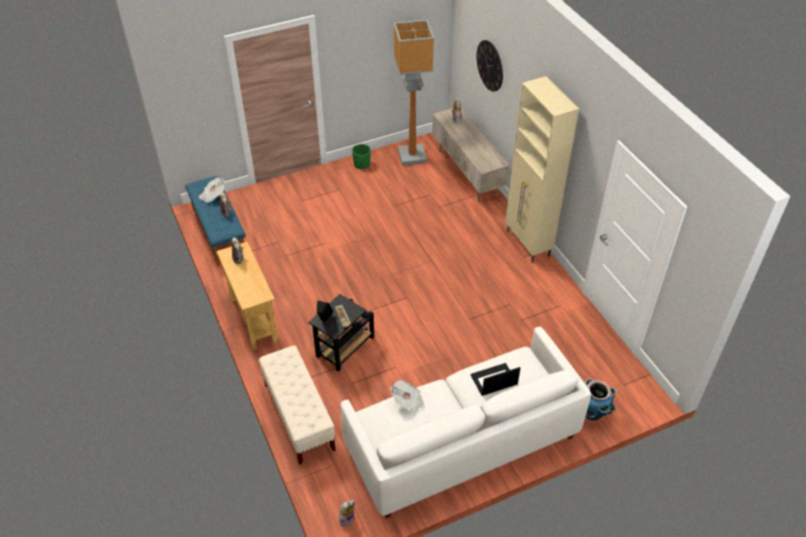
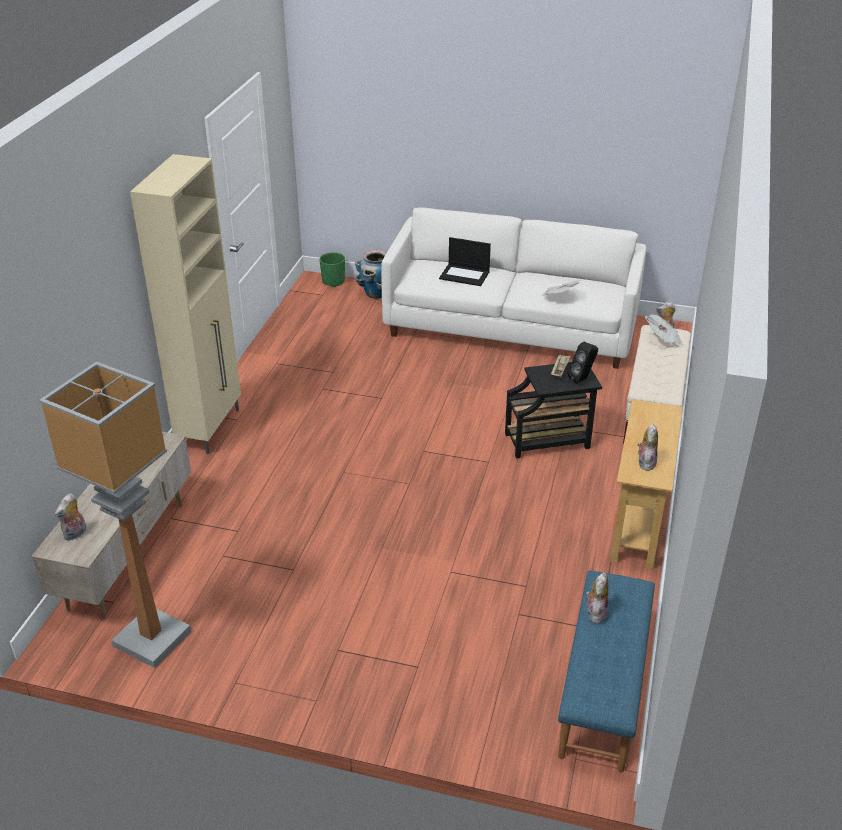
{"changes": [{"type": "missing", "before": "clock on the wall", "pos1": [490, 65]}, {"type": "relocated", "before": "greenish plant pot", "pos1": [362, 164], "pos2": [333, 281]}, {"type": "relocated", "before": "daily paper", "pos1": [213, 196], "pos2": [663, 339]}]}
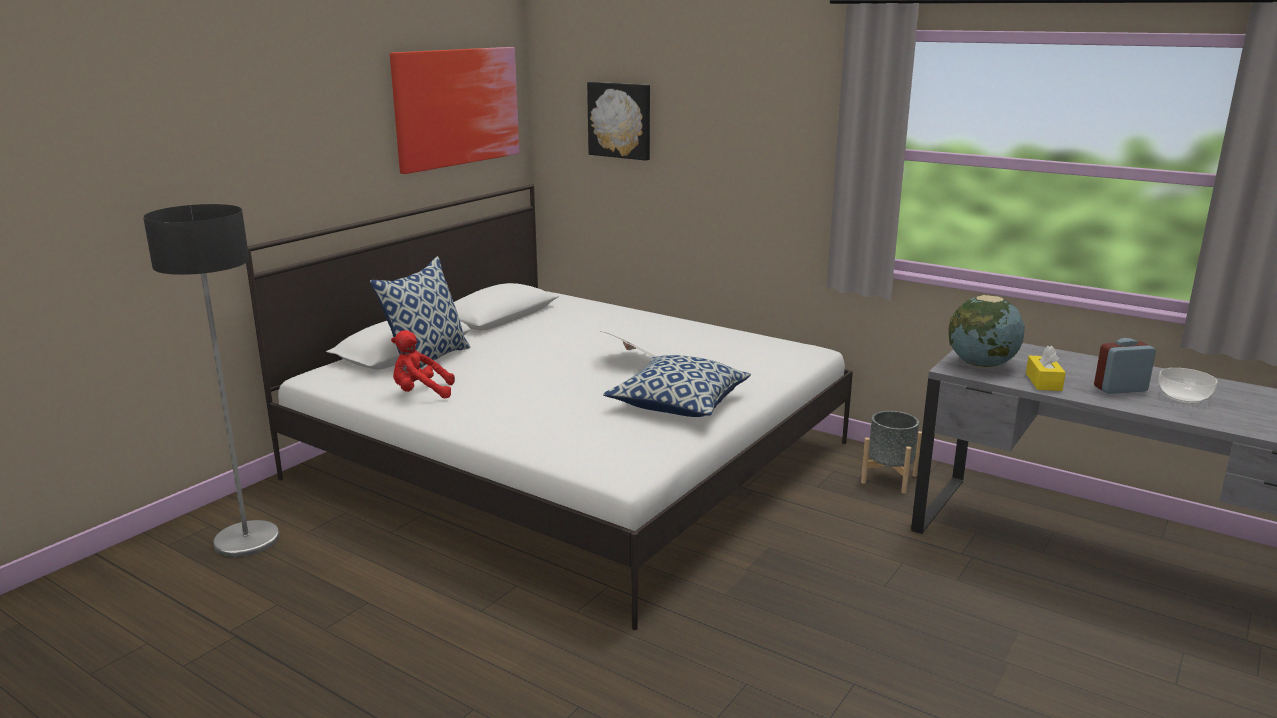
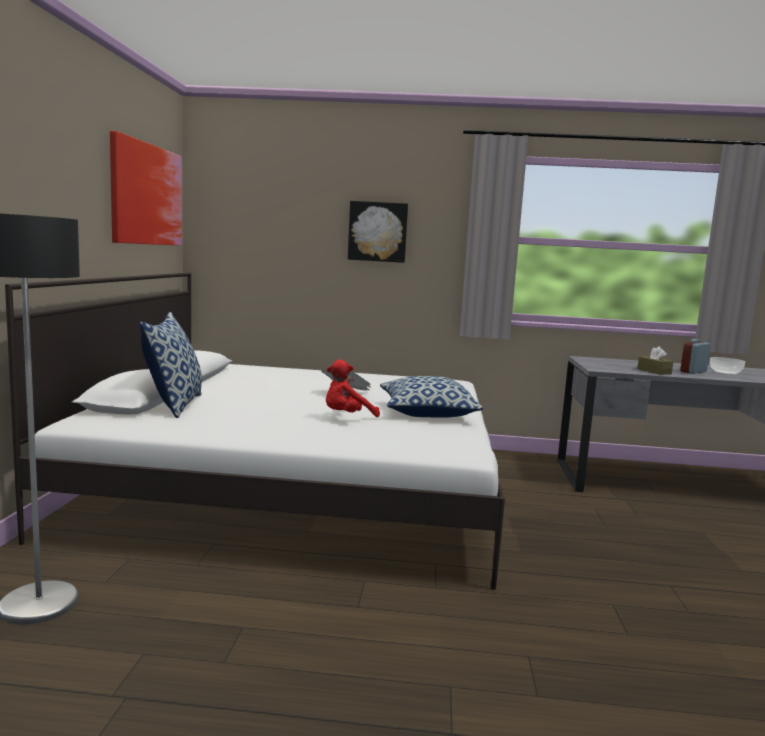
{"changes": [{"type": "relocated", "before": "picture", "pos1": [620, 120], "pos2": [378, 232]}, {"type": "missing", "before": "desk globe", "pos1": [981, 365]}, {"type": "relocated", "before": "red plush toy", "pos1": [421, 393], "pos2": [347, 417]}, {"type": "colour", "before": "yellow box of tissues", "after": "brownish box of tissues", "pos1": [1043, 382], "pos2": [654, 371]}, {"type": "missing", "before": "grey plant pot", "pos1": [889, 479]}]}
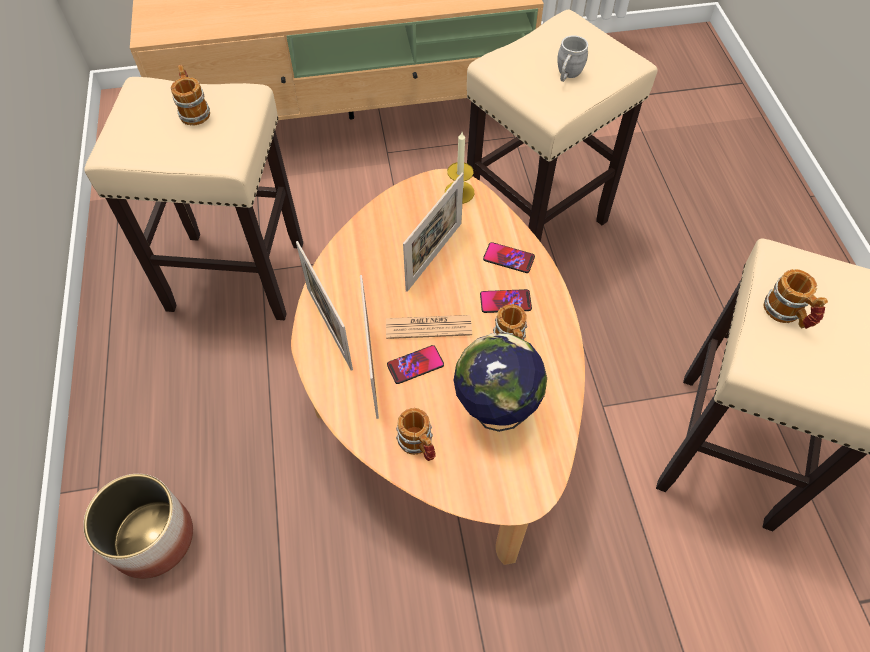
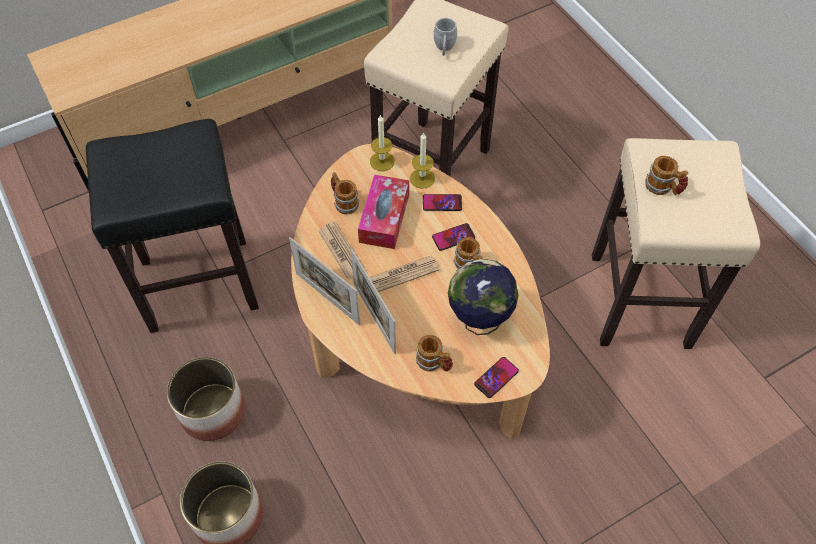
{"changes": [{"type": "relocated", "before": "mug", "pos1": [194, 111], "pos2": [344, 202]}, {"type": "colour", "before": "beige-coloured stool", "after": "black-coloured stool", "pos1": [238, 275], "pos2": [201, 283]}, {"type": "exchanged", "before": "picture frame", "after": "box of tissues", "pos1": [434, 256], "pos2": [384, 218]}, {"type": "relocated", "before": "phone", "pos1": [415, 365], "pos2": [496, 377]}, {"type": "appeared", "after": "candle", "pos2": [422, 178]}, {"type": "appeared", "after": "daily paper", "pos2": [341, 251]}, {"type": "appeared", "after": "plant pot", "pos2": [212, 412]}]}
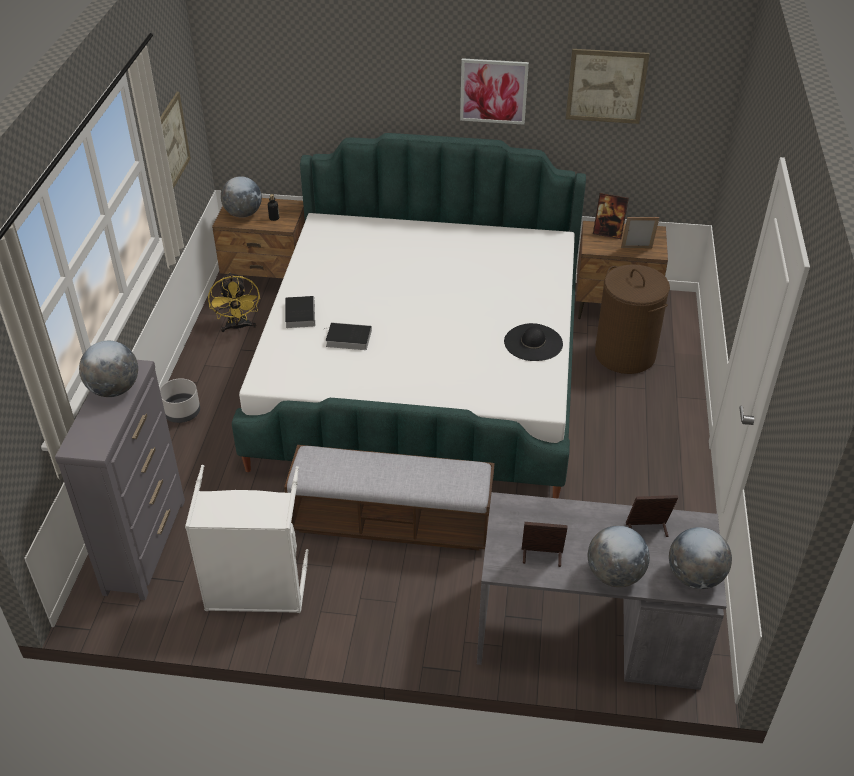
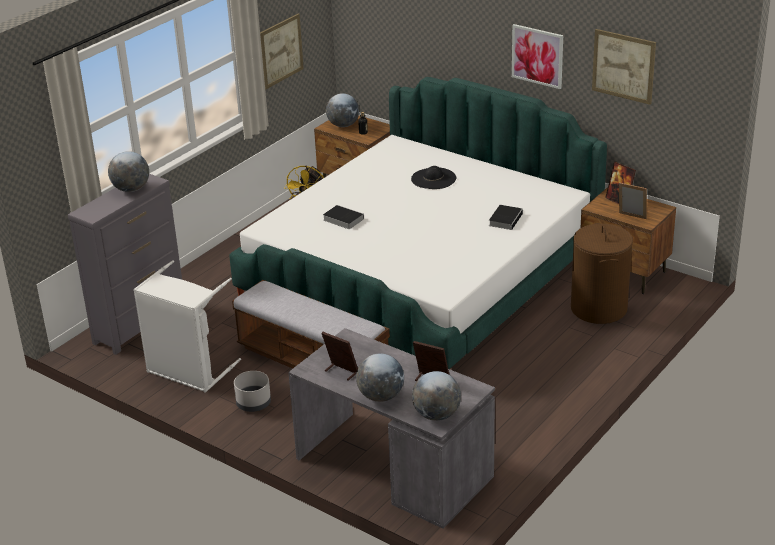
{"changes": [{"type": "relocated", "before": "book", "pos1": [300, 313], "pos2": [505, 219]}, {"type": "relocated", "before": "black-coloured hat", "pos1": [533, 342], "pos2": [433, 178]}, {"type": "relocated", "before": "grey plant pot", "pos1": [182, 412], "pos2": [253, 403]}]}
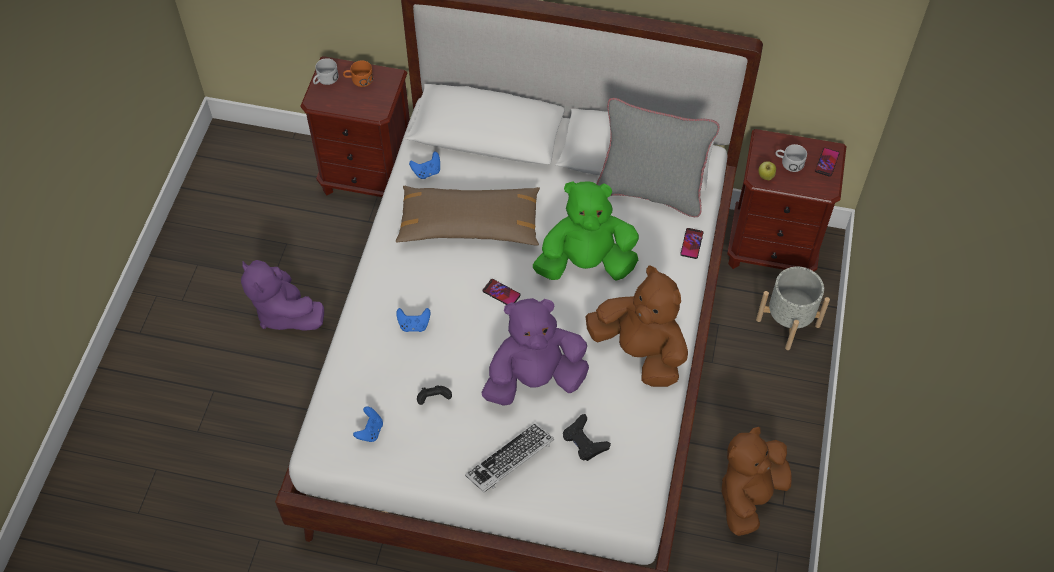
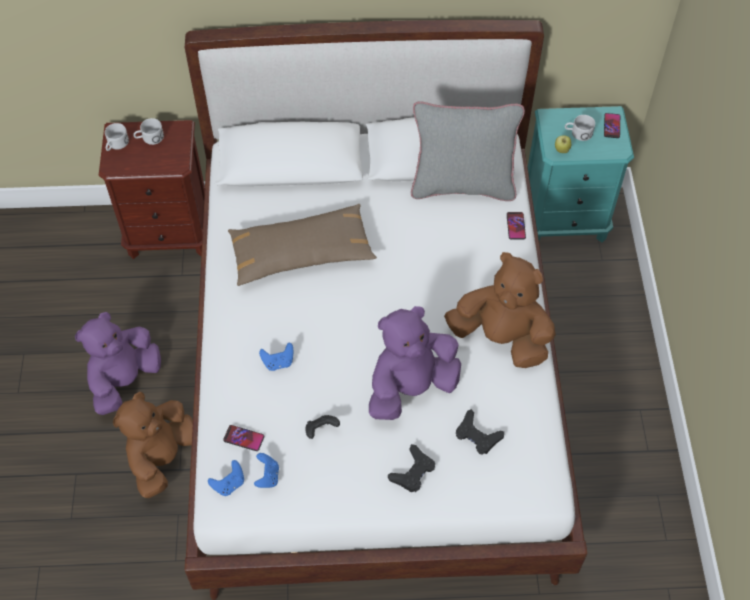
{"changes": [{"type": "colour", "before": "orange-coloured mug", "after": "whitish mug", "pos1": [358, 80], "pos2": [149, 138]}, {"type": "colour", "before": "brownish night table", "after": "turquoise night table", "pos1": [772, 250], "pos2": [564, 220]}, {"type": "relocated", "before": "blue-coloured game controller", "pos1": [427, 172], "pos2": [229, 484]}, {"type": "missing", "before": "greenish plush toy", "pos1": [586, 263]}, {"type": "spun", "before": "purplish plush toy", "pos1": [284, 312], "pos2": [124, 380], "turn": 90}, {"type": "missing", "before": "grey plant pot", "pos1": [787, 322]}, {"type": "relocated", "before": "phone", "pos1": [501, 293], "pos2": [244, 438]}, {"type": "exchanged", "before": "PC keyboard", "after": "black-coloured game controller", "pos1": [510, 460], "pos2": [413, 472]}, {"type": "relocated", "before": "brownish plush toy", "pos1": [749, 495], "pos2": [162, 457]}]}
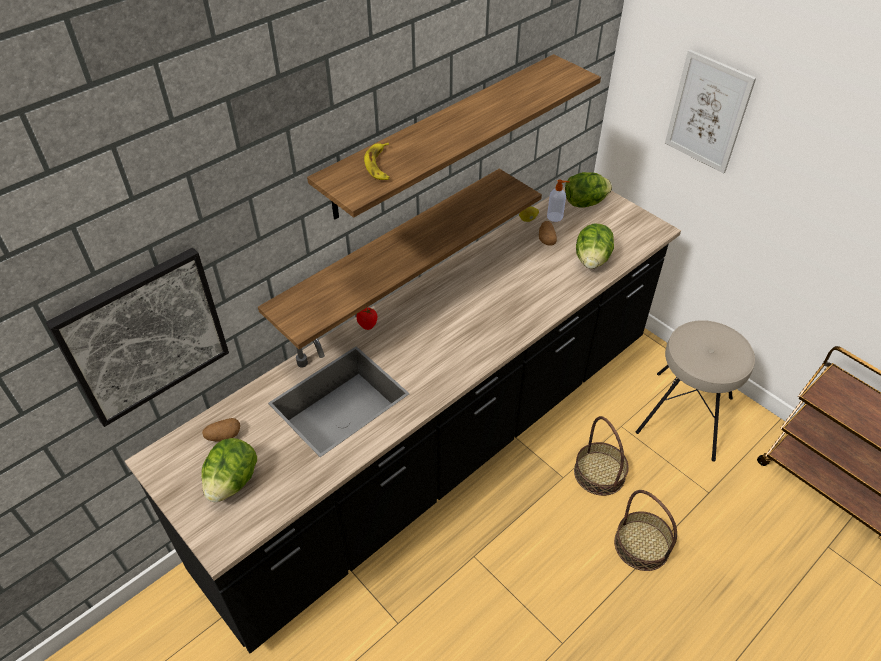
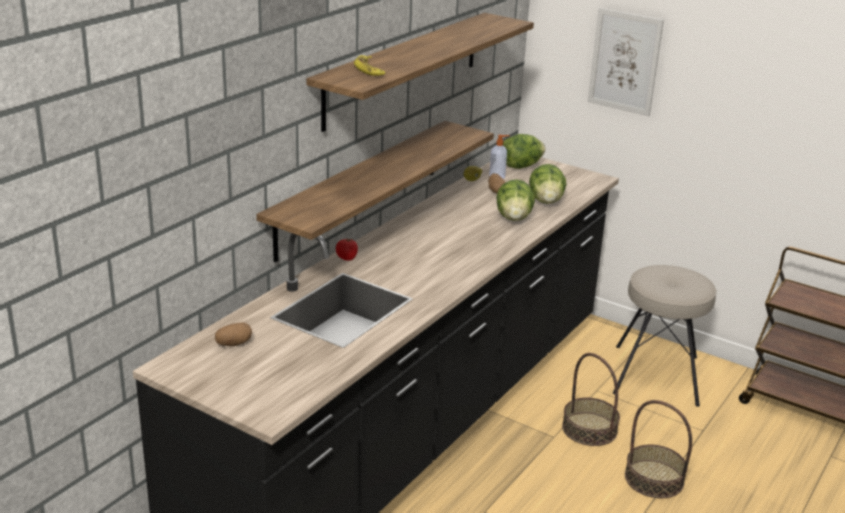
{"changes": [{"type": "missing", "before": "picture", "pos1": [144, 336]}, {"type": "relocated", "before": "lettuce head", "pos1": [232, 481], "pos2": [514, 218]}]}
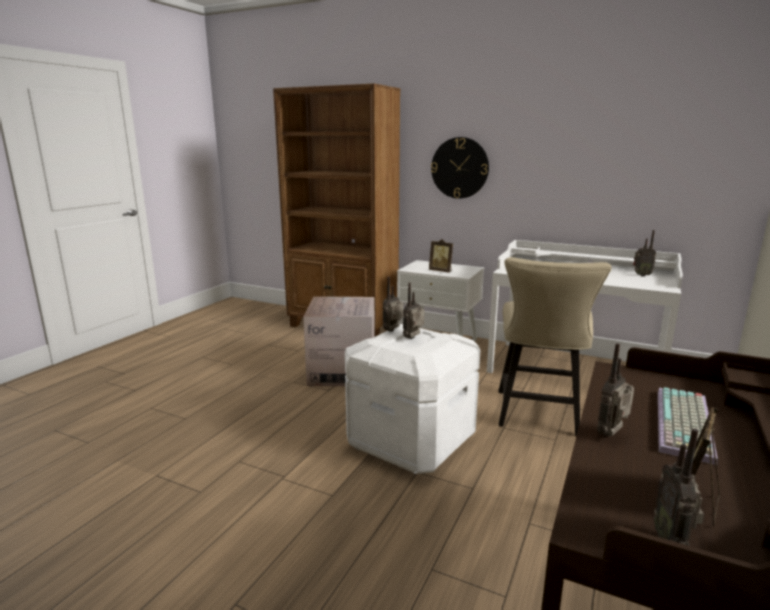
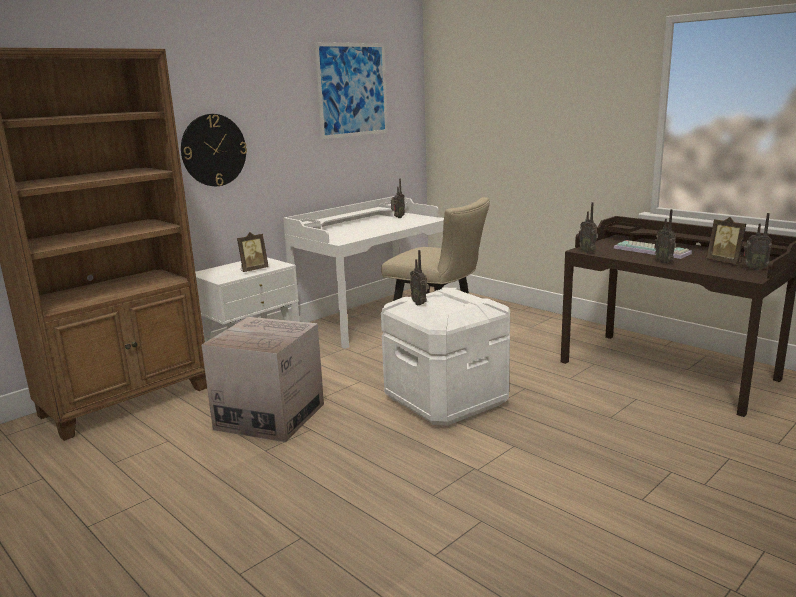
{"changes": [{"type": "relocated", "before": "radio receiver", "pos1": [414, 338], "pos2": [588, 251]}, {"type": "appeared", "after": "picture", "pos2": [352, 90]}]}
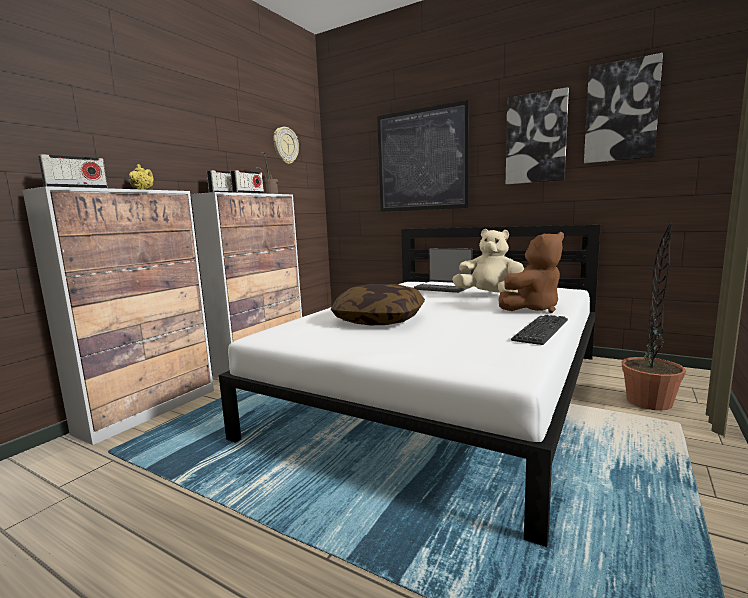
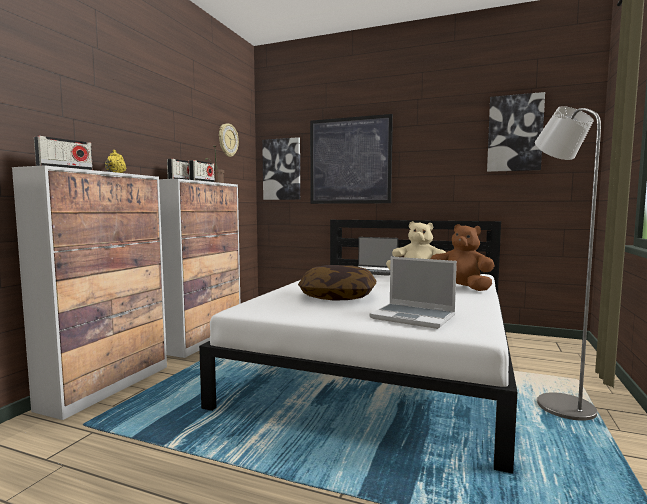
{"changes": [{"type": "relocated", "before": "picture", "pos1": [536, 138], "pos2": [282, 169]}, {"type": "missing", "before": "houseplant", "pos1": [649, 402]}, {"type": "spun", "before": "brownish plush toy", "pos1": [532, 309], "pos2": [460, 288], "turn": -105}, {"type": "missing", "before": "PC keyboard", "pos1": [541, 330]}, {"type": "appeared", "after": "grey standing lamp", "pos2": [557, 403]}, {"type": "appeared", "after": "portable computer", "pos2": [414, 317]}]}
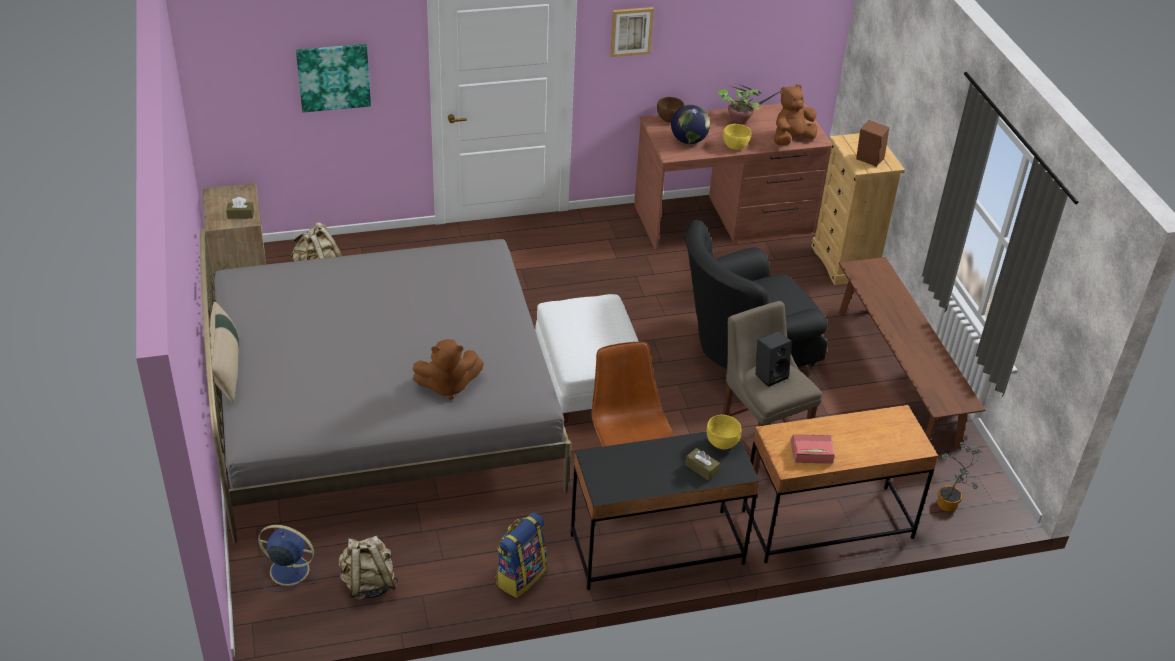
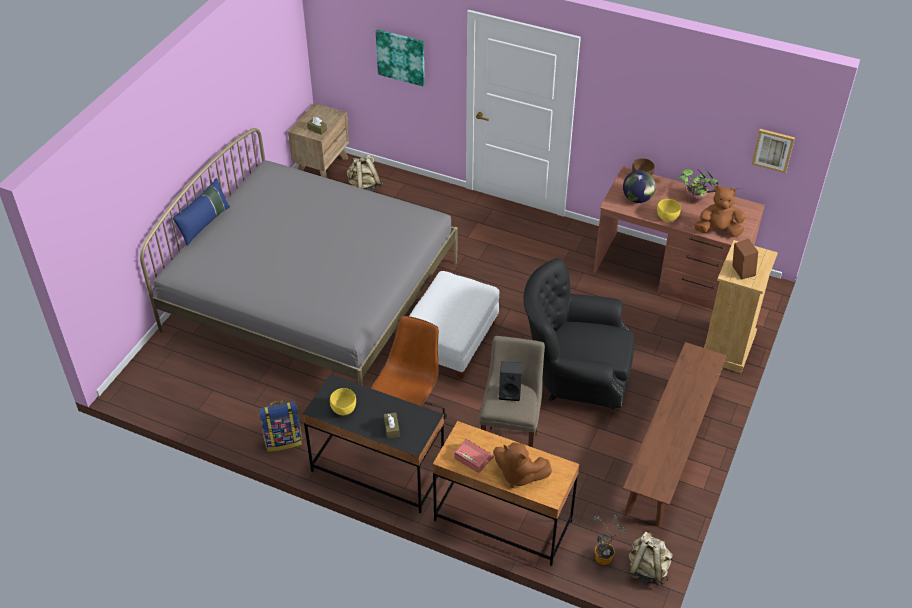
{"changes": [{"type": "relocated", "before": "picture", "pos1": [631, 31], "pos2": [773, 150]}, {"type": "colour", "before": "beige-coloured pillow", "after": "blue-coloured pillow", "pos1": [226, 370], "pos2": [204, 224]}, {"type": "relocated", "before": "brownish plush toy", "pos1": [447, 386], "pos2": [518, 475]}, {"type": "relocated", "before": "yellow deep dish", "pos1": [722, 443], "pos2": [344, 410]}, {"type": "missing", "before": "blue-coloured fan", "pos1": [287, 570]}, {"type": "relocated", "before": "beige-coloured knapsack", "pos1": [368, 584], "pos2": [647, 569]}]}
